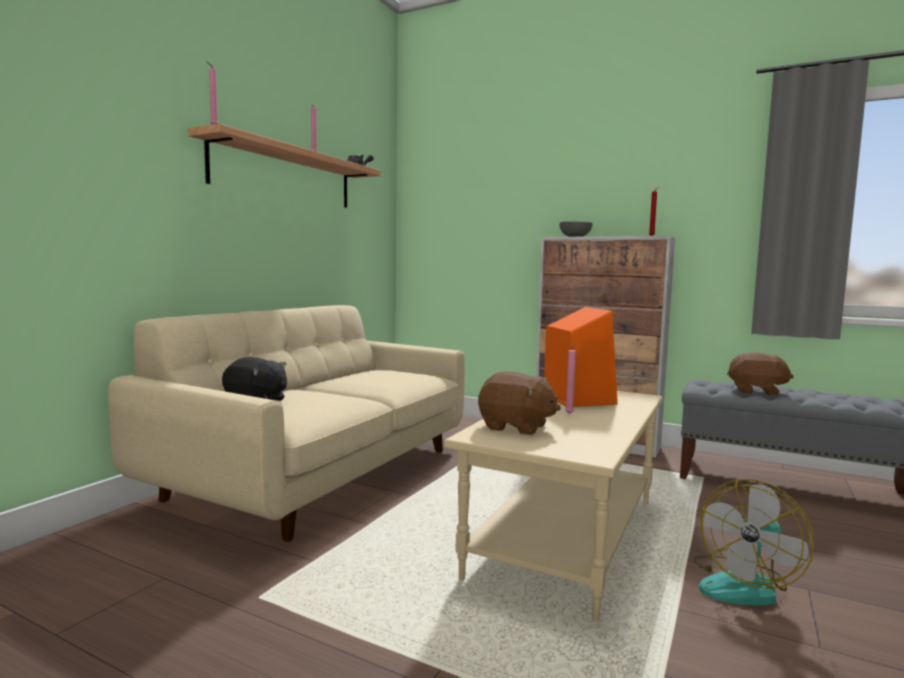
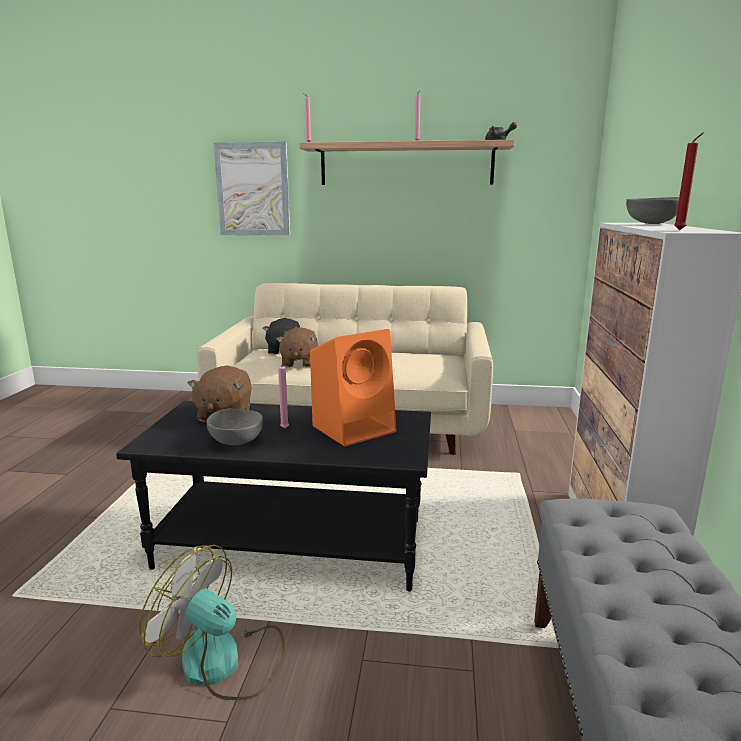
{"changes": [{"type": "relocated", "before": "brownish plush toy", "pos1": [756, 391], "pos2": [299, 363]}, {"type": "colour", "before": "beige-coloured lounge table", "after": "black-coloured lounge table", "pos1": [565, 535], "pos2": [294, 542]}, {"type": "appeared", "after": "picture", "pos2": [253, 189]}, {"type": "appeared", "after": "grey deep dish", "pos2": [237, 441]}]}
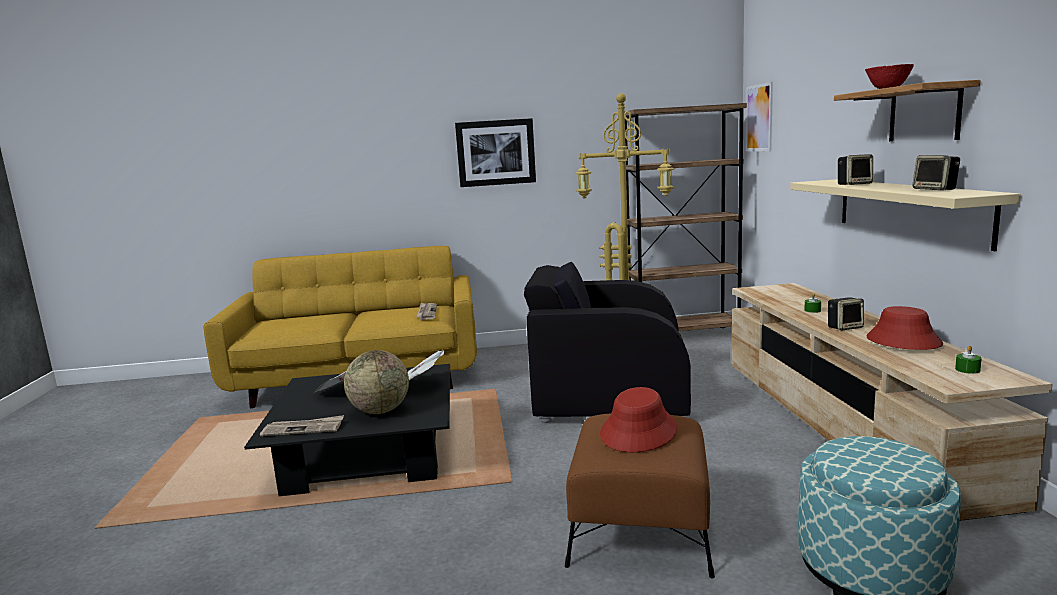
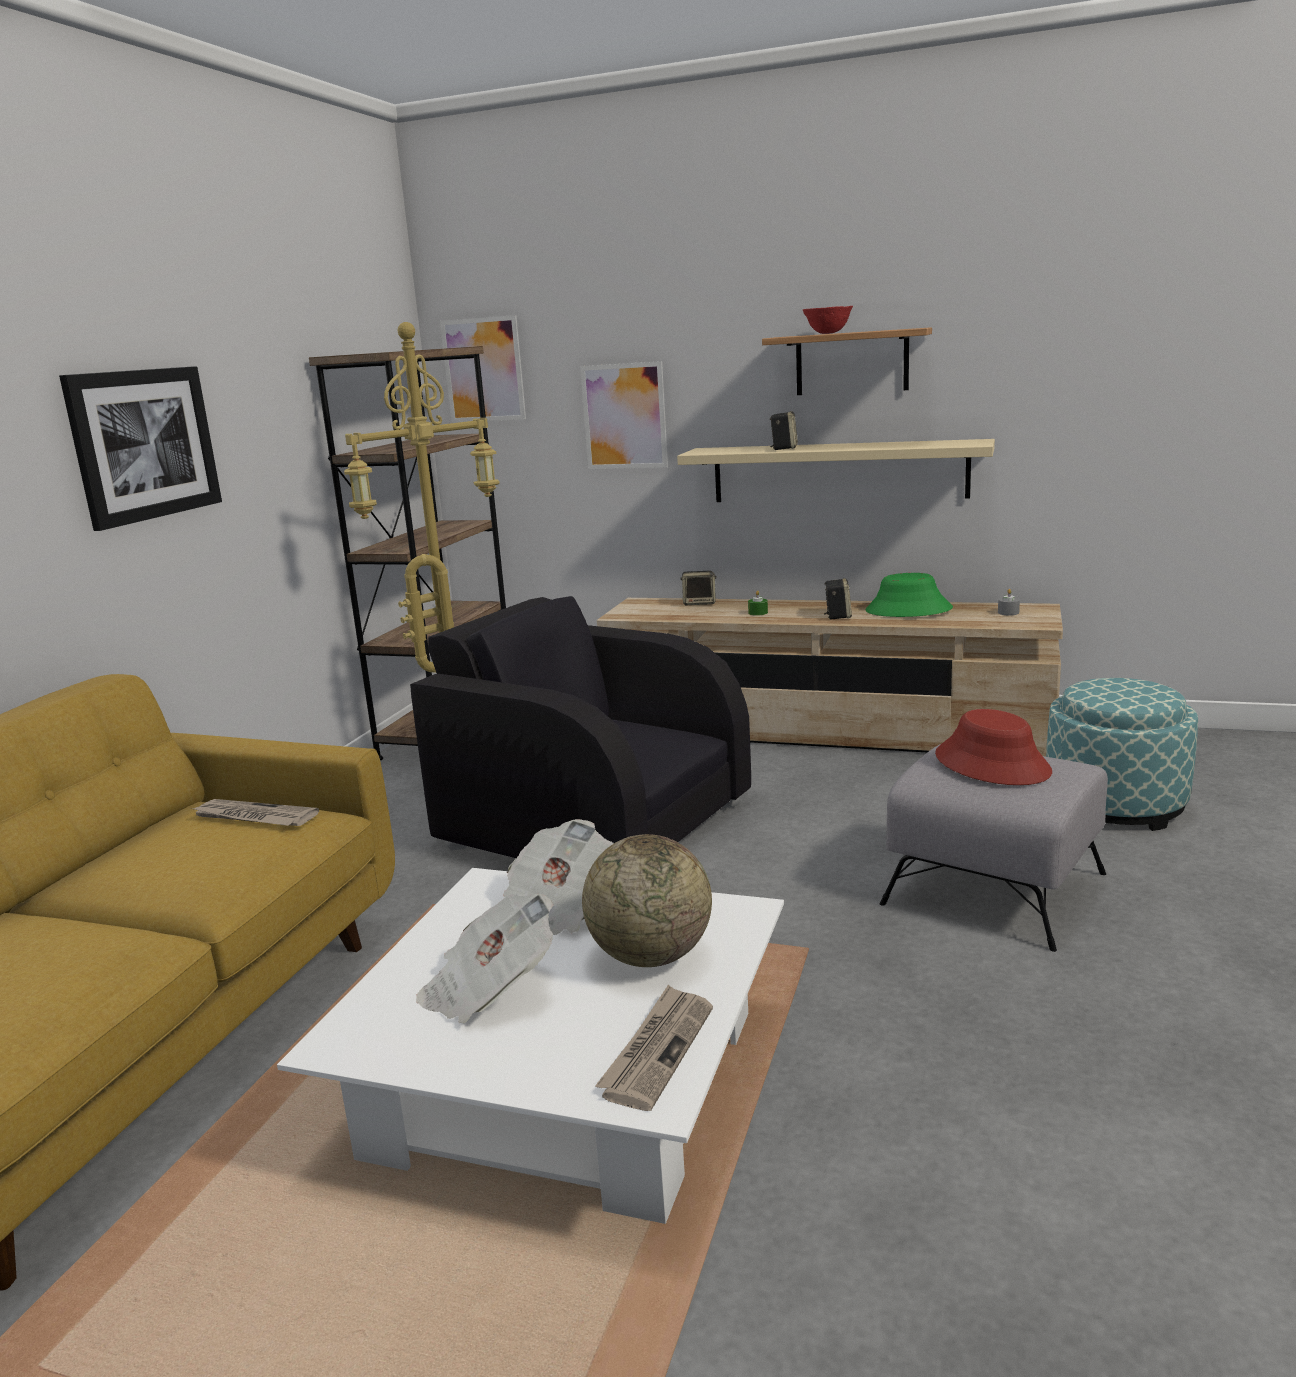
{"changes": [{"type": "relocated", "before": "speaker", "pos1": [935, 189], "pos2": [699, 603]}, {"type": "spun", "before": "black-coloured lounge chair", "pos1": [609, 396], "pos2": [594, 824], "turn": 90}, {"type": "colour", "before": "red hat", "after": "greenish hat", "pos1": [903, 341], "pos2": [908, 610]}, {"type": "colour", "before": "greenish candle", "after": "grey candle", "pos1": [967, 370], "pos2": [1008, 612]}, {"type": "colour", "before": "black-coloured lounge table", "after": "whitish lounge table", "pos1": [369, 453], "pos2": [566, 1081]}, {"type": "colour", "before": "brownish ottoman", "after": "grey ottoman", "pos1": [640, 531], "pos2": [995, 889]}, {"type": "appeared", "after": "picture", "pos2": [624, 416]}]}
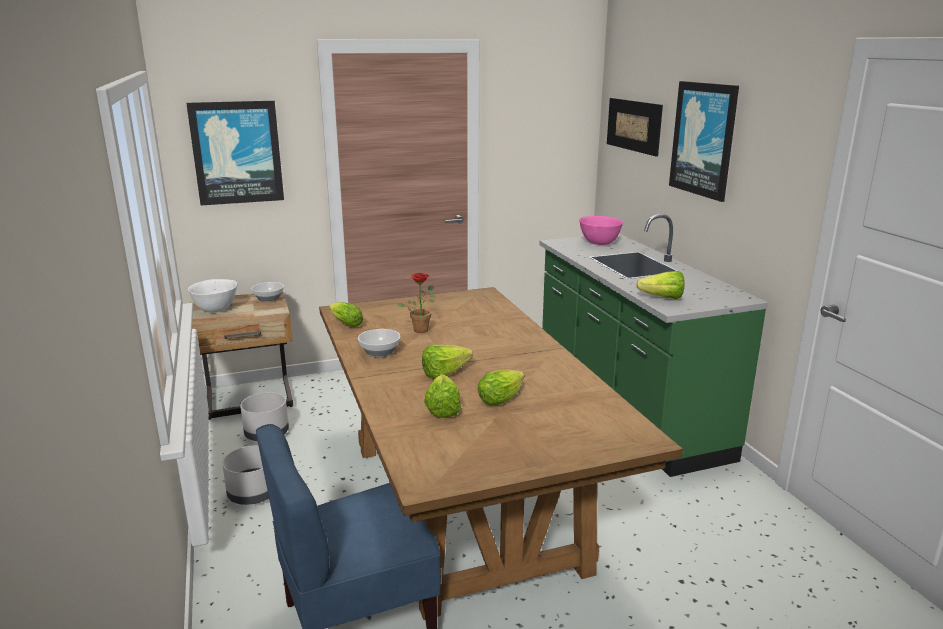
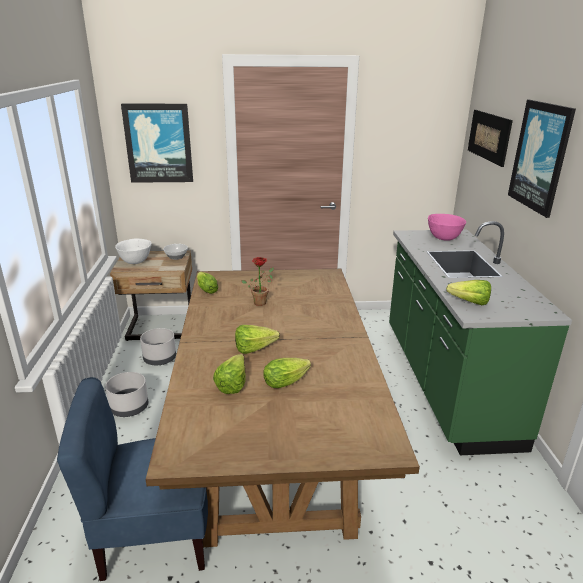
{"changes": [{"type": "missing", "before": "deep dish", "pos1": [379, 353]}]}
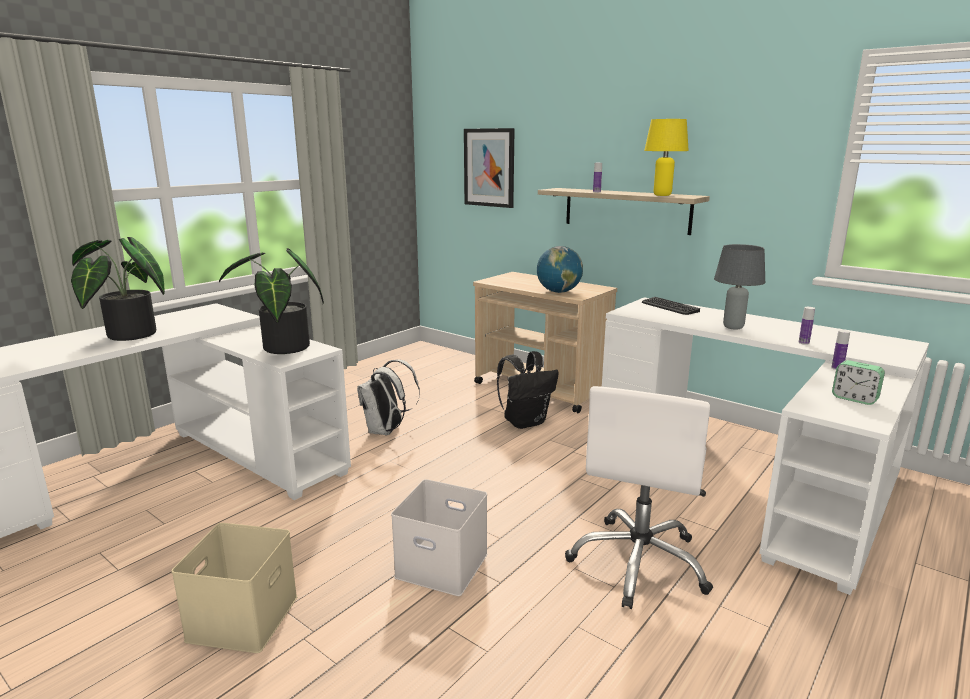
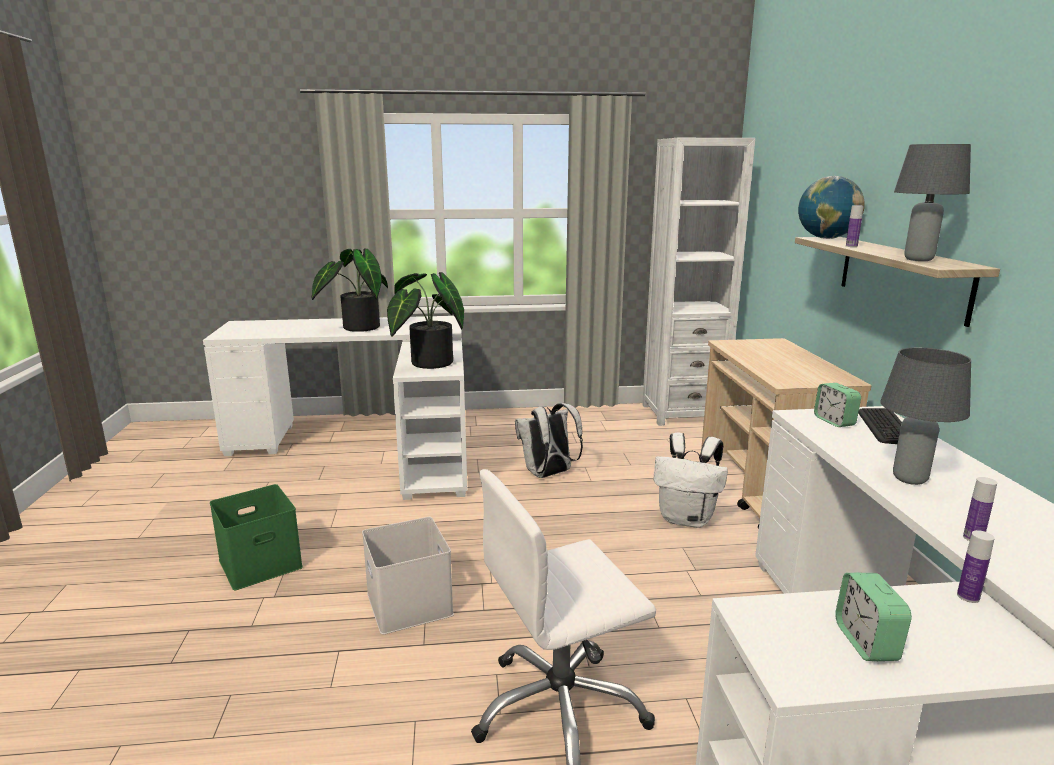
{"changes": [{"type": "colour", "before": "yellow tabletop lamp", "after": "grey tabletop lamp", "pos1": [662, 195], "pos2": [917, 259]}, {"type": "missing", "before": "picture", "pos1": [489, 167]}, {"type": "relocated", "before": "desk globe", "pos1": [558, 292], "pos2": [826, 238]}, {"type": "colour", "before": "black-coloured knapsack", "after": "whitish knapsack", "pos1": [525, 422], "pos2": [687, 519]}, {"type": "colour", "before": "beige-coloured storage container", "after": "greenish storage container", "pos1": [242, 616], "pos2": [261, 562]}, {"type": "appeared", "after": "whitish bookcase", "pos2": [683, 413]}, {"type": "appeared", "after": "bedside clock", "pos2": [834, 421]}]}
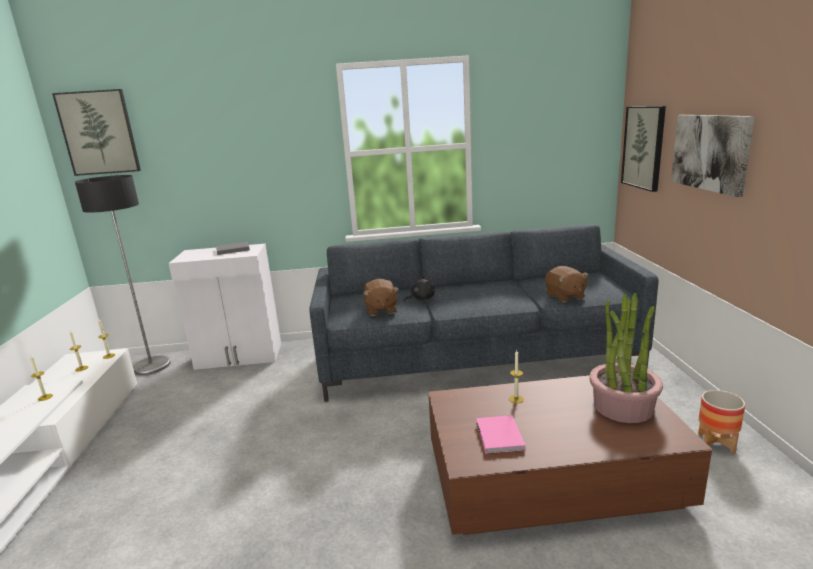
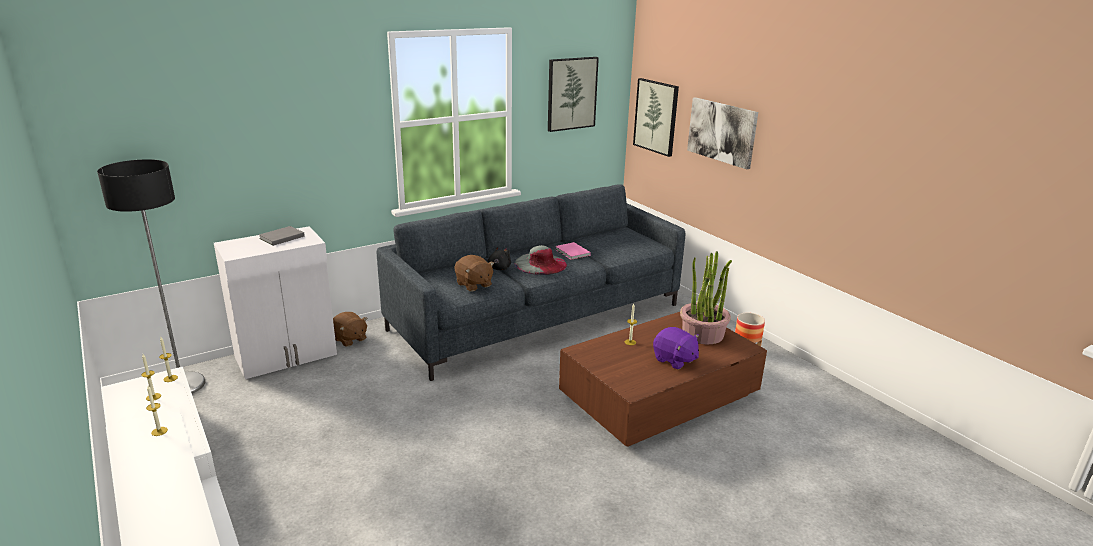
{"changes": [{"type": "relocated", "before": "picture", "pos1": [99, 133], "pos2": [571, 93]}, {"type": "relocated", "before": "brownish plush toy", "pos1": [565, 296], "pos2": [349, 339]}, {"type": "relocated", "before": "pink book", "pos1": [499, 437], "pos2": [572, 253]}, {"type": "appeared", "after": "grey hat", "pos2": [540, 264]}, {"type": "appeared", "after": "purplish plush toy", "pos2": [674, 360]}]}
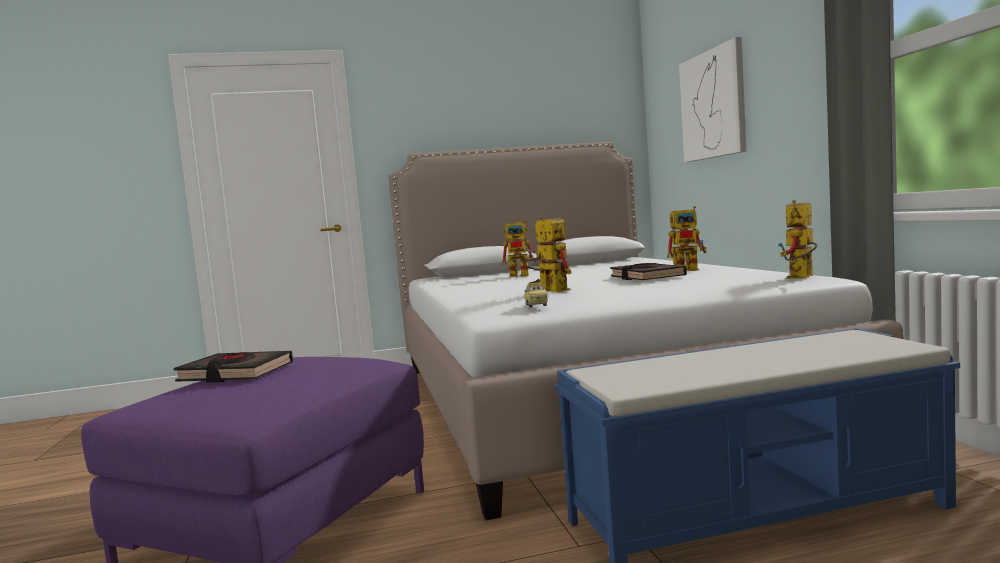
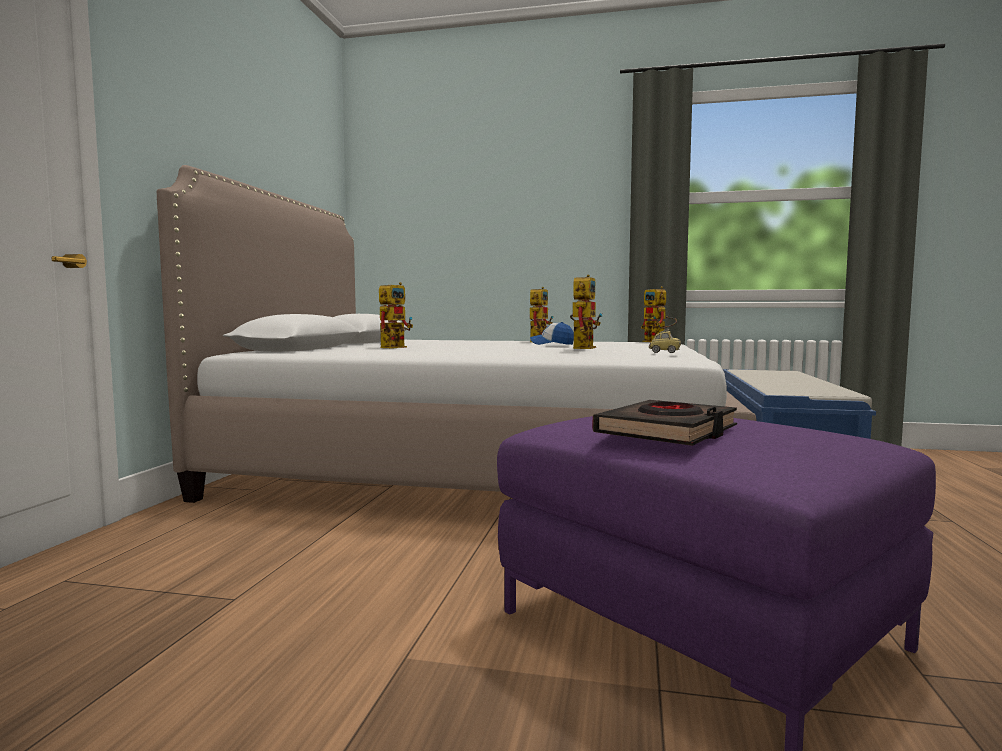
{"changes": [{"type": "missing", "before": "picture", "pos1": [713, 104]}, {"type": "spun", "before": "model robot", "pos1": [548, 290], "pos2": [583, 347], "turn": 120}, {"type": "exchanged", "before": "black-coloured book", "after": "peaked cap", "pos1": [647, 277], "pos2": [552, 344]}]}
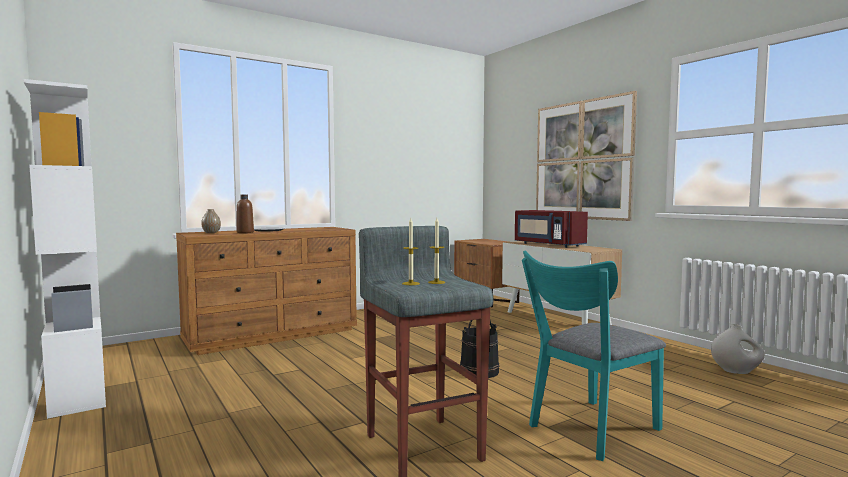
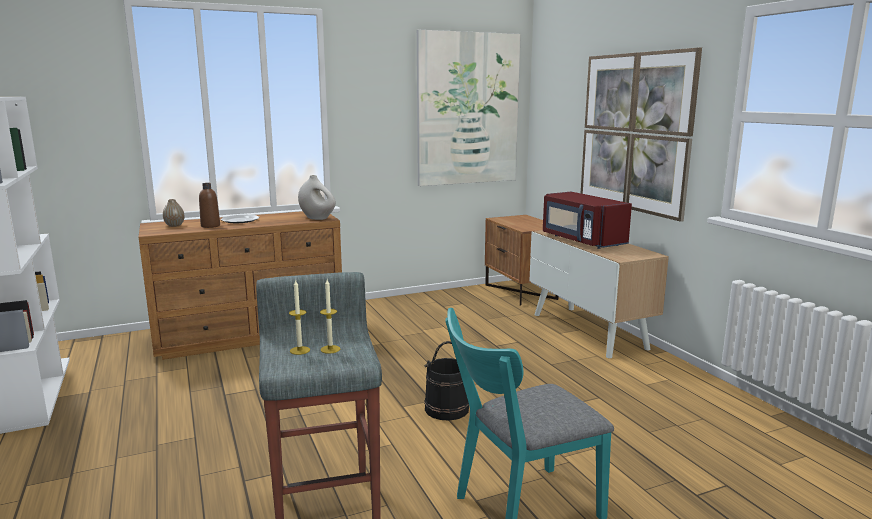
{"changes": [{"type": "relocated", "before": "whitish decorative vase", "pos1": [736, 371], "pos2": [317, 218]}, {"type": "appeared", "after": "picture", "pos2": [468, 109]}]}
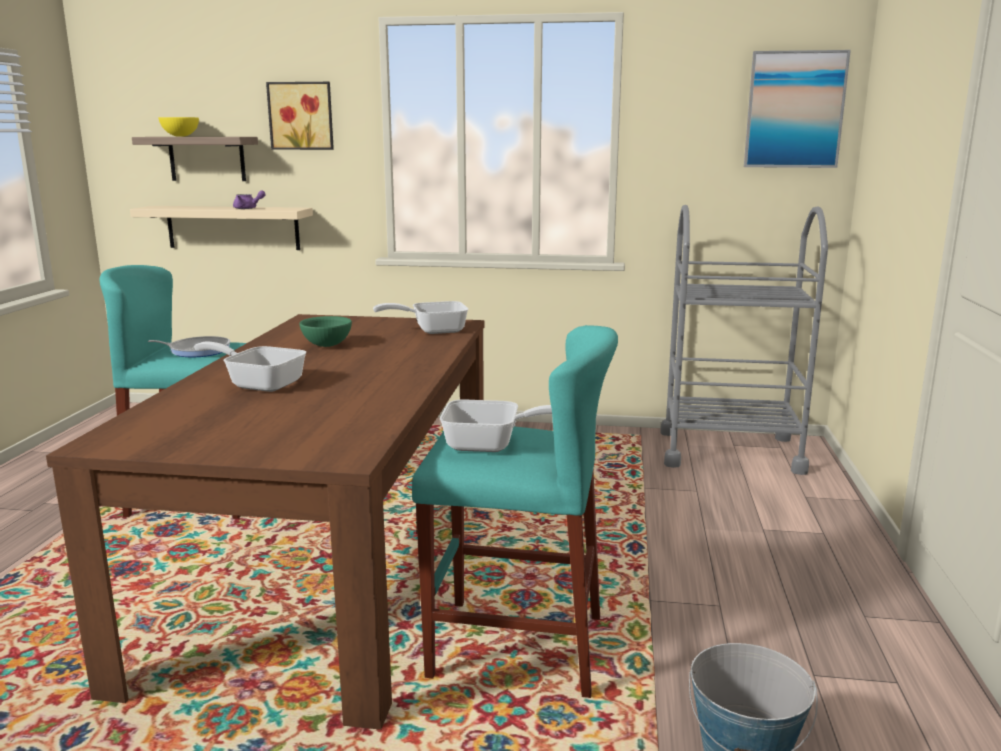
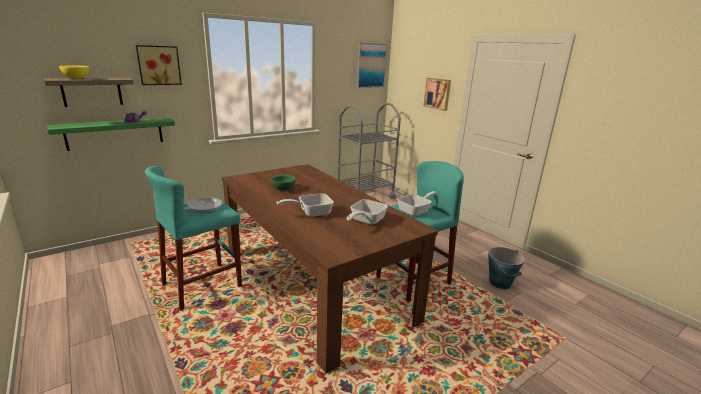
{"changes": [{"type": "colour", "before": "beige-coloured shelf", "after": "greenish shelf", "pos1": [233, 227], "pos2": [115, 133]}, {"type": "relocated", "before": "frying pan", "pos1": [432, 330], "pos2": [365, 221]}, {"type": "appeared", "after": "picture", "pos2": [437, 93]}]}
